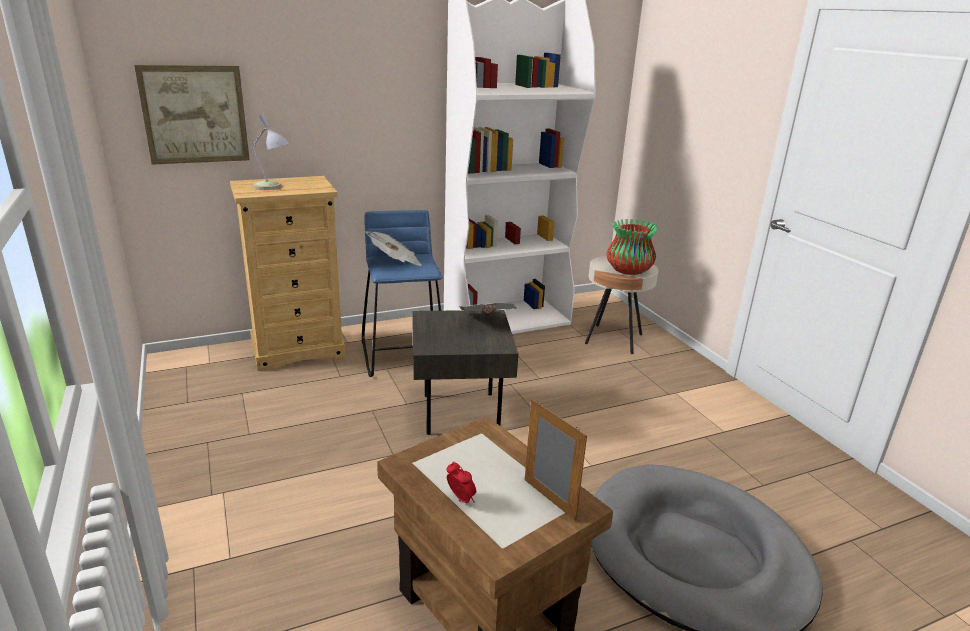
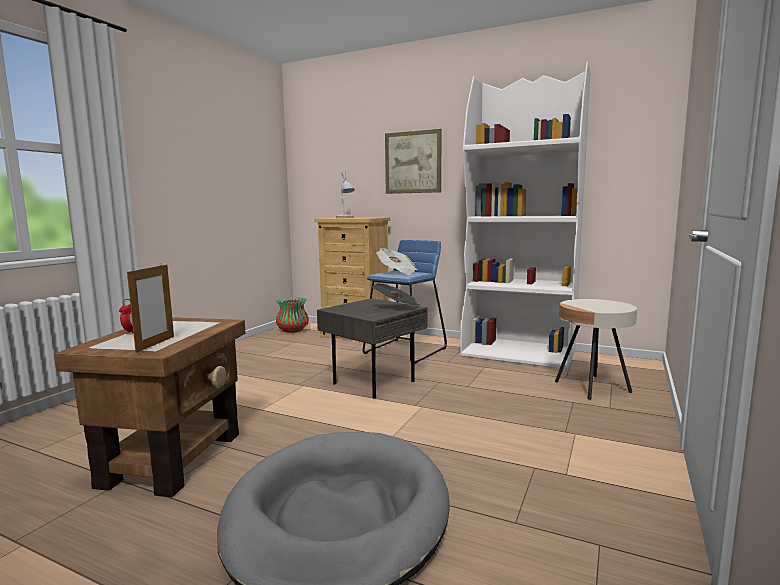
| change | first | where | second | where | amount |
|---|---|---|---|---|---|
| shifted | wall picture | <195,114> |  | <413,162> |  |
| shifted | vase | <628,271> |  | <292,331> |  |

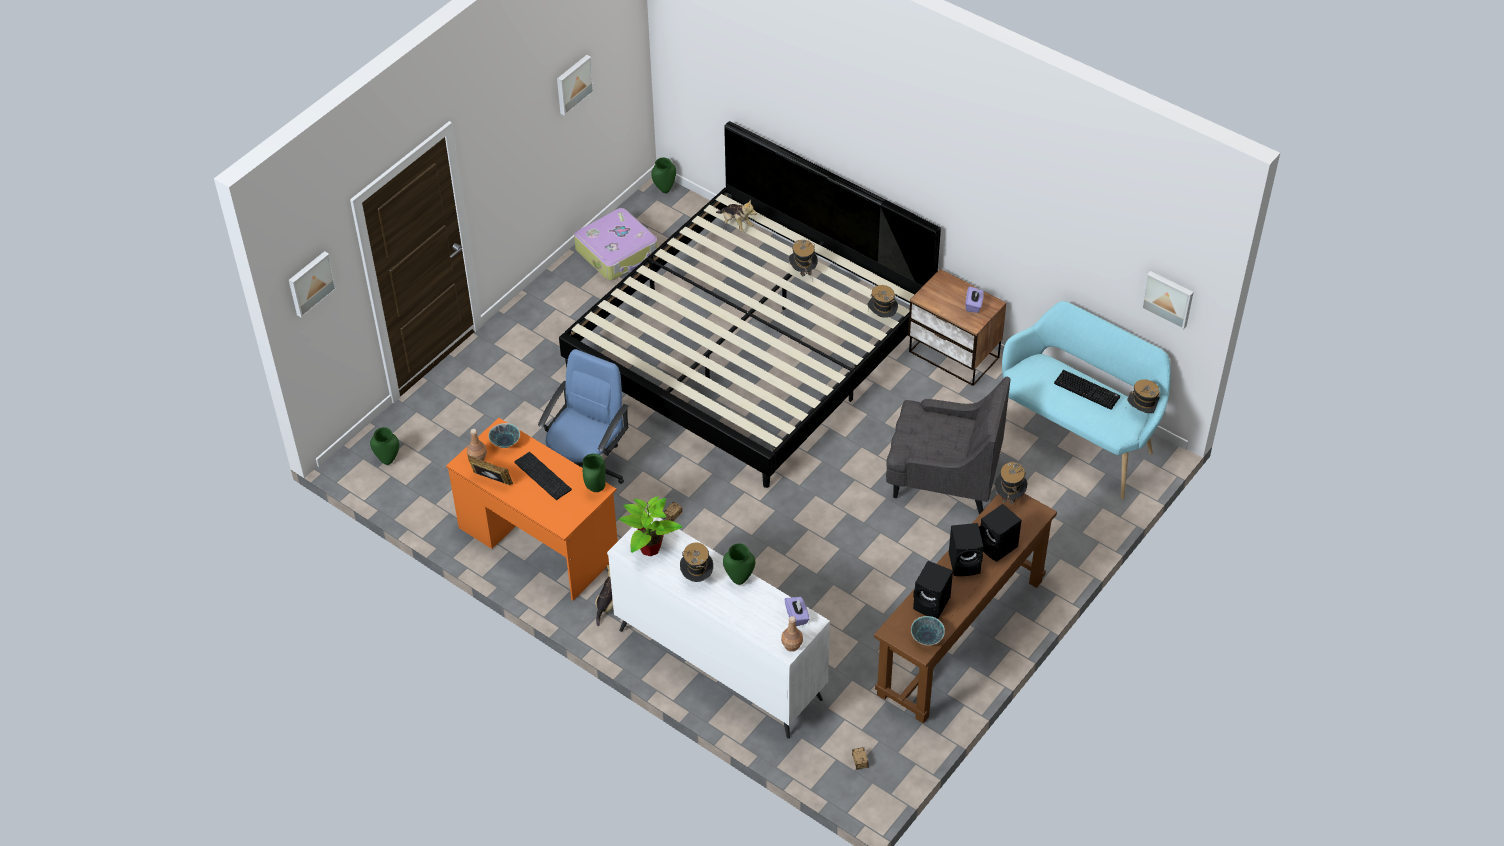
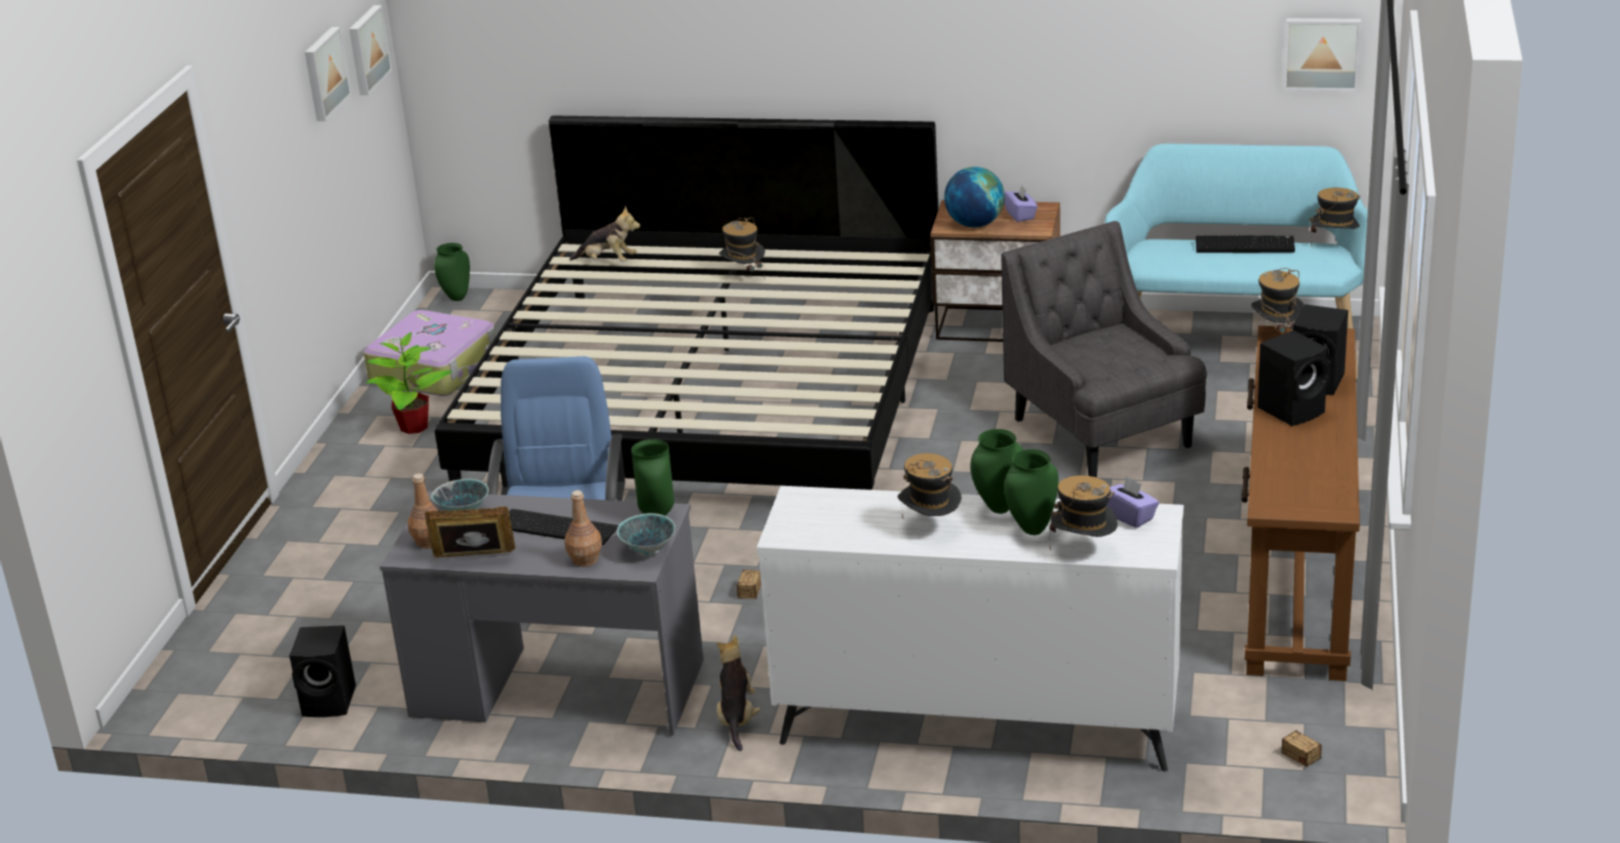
| change | first | where | second | where | amount |
|---|---|---|---|---|---|
| shifted | wall picture | <310,283> |  | <367,49> |  |
| shifted | green-coloured vase | <388,460> |  | <1031,529> |  |
| repainted | orange-coloured desk | <538,541> | grey desk | <557,688> |  |
| shifted | potted plant | <649,548> |  | <413,427> |  |
| shifted | brownish bottle | <792,645> |  | <585,559> |  |
| shifted | clothing hat | <882,317> |  | <1083,550> |  |
| rotated | grey lounge chair | <943,478> |  | <1104,434> | 105 degrees counterclockwise |
| shifted | deep dish | <927,638> |  | <648,550> |  |
| shifted | black loudspeaker | <932,604> |  | <331,701> |  |
| new |  |  | desk globe | <975,224> |  |

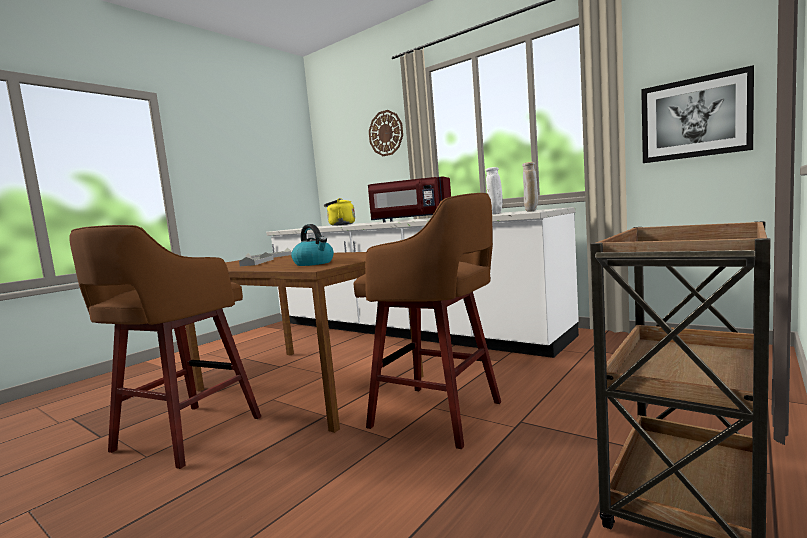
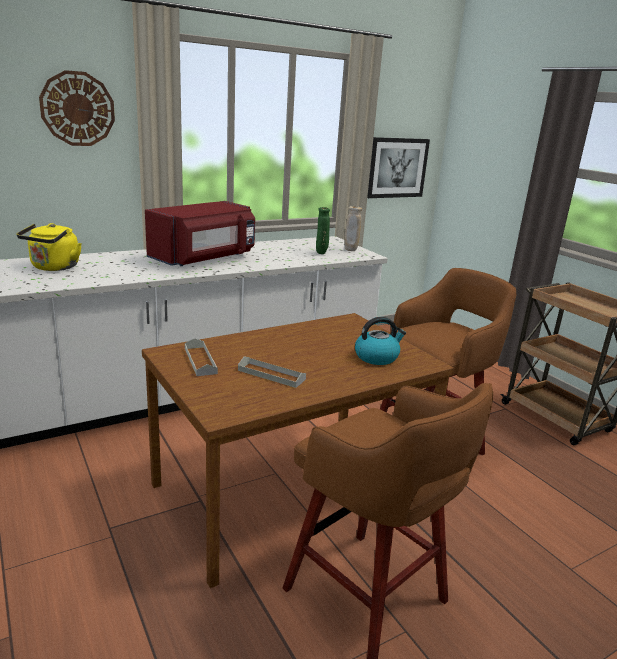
| change | first | where | second | where | amount |
|---|---|---|---|---|---|
| repainted | white-coloured vase | <495,214> | green-coloured vase | <321,253> |  |

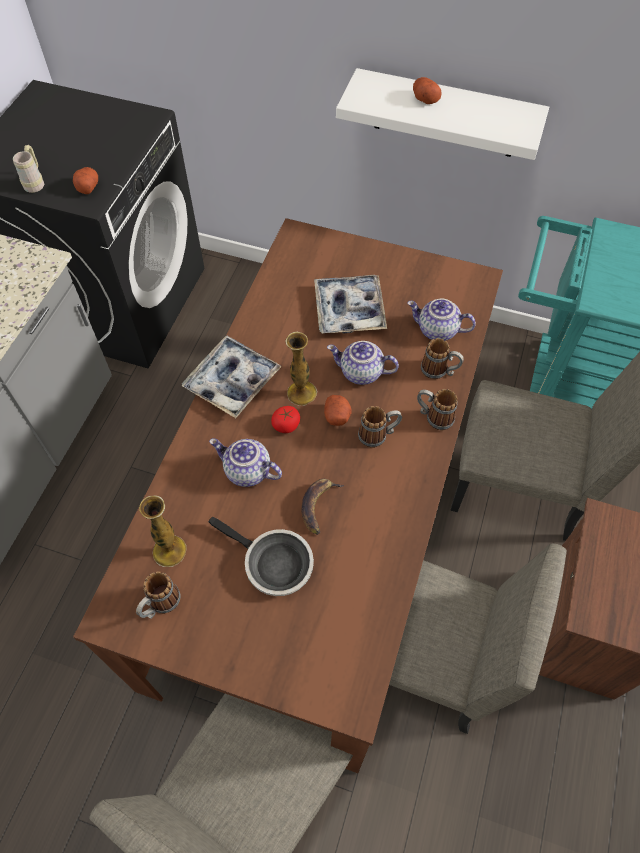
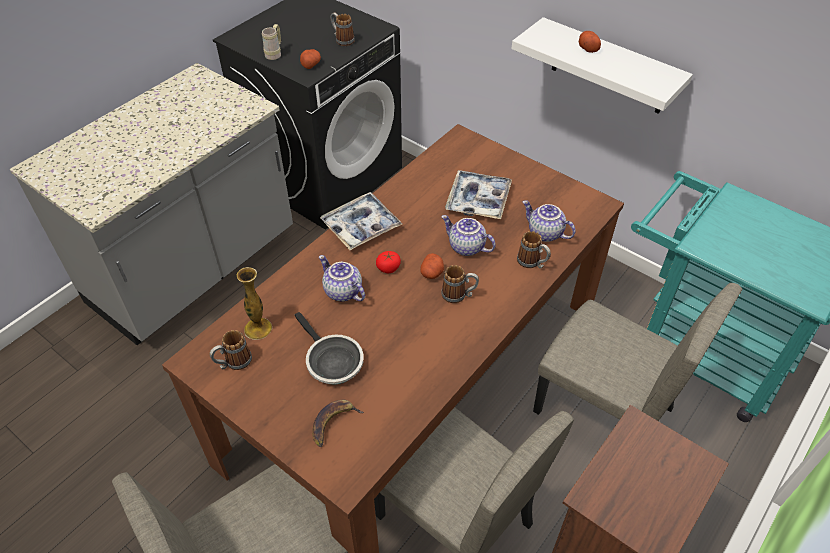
| change | first | where | second | where | amount |
|---|---|---|---|---|---|
| gone | vase | <301,393> |  |  |  |
| shifted | banana fruit | <318,505> |  | <333,423> |  |
| shifted | tea mug | <434,417> |  | <342,40> |  |

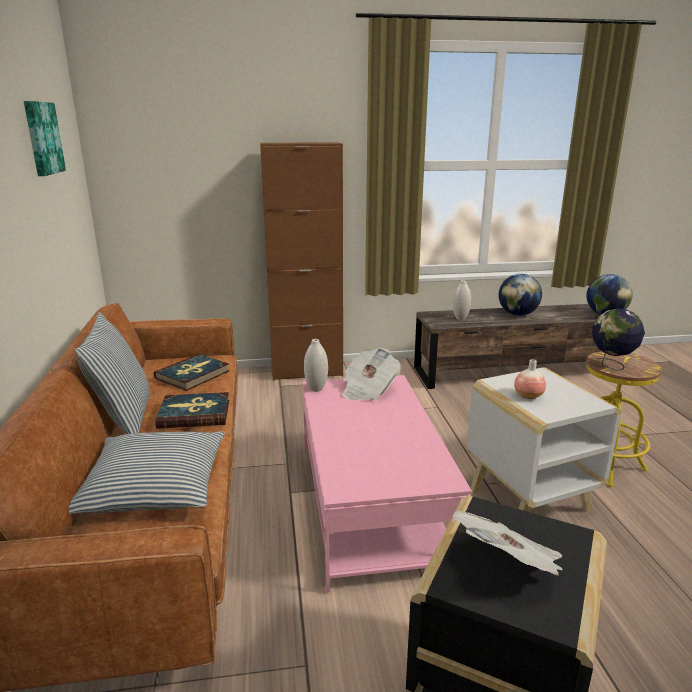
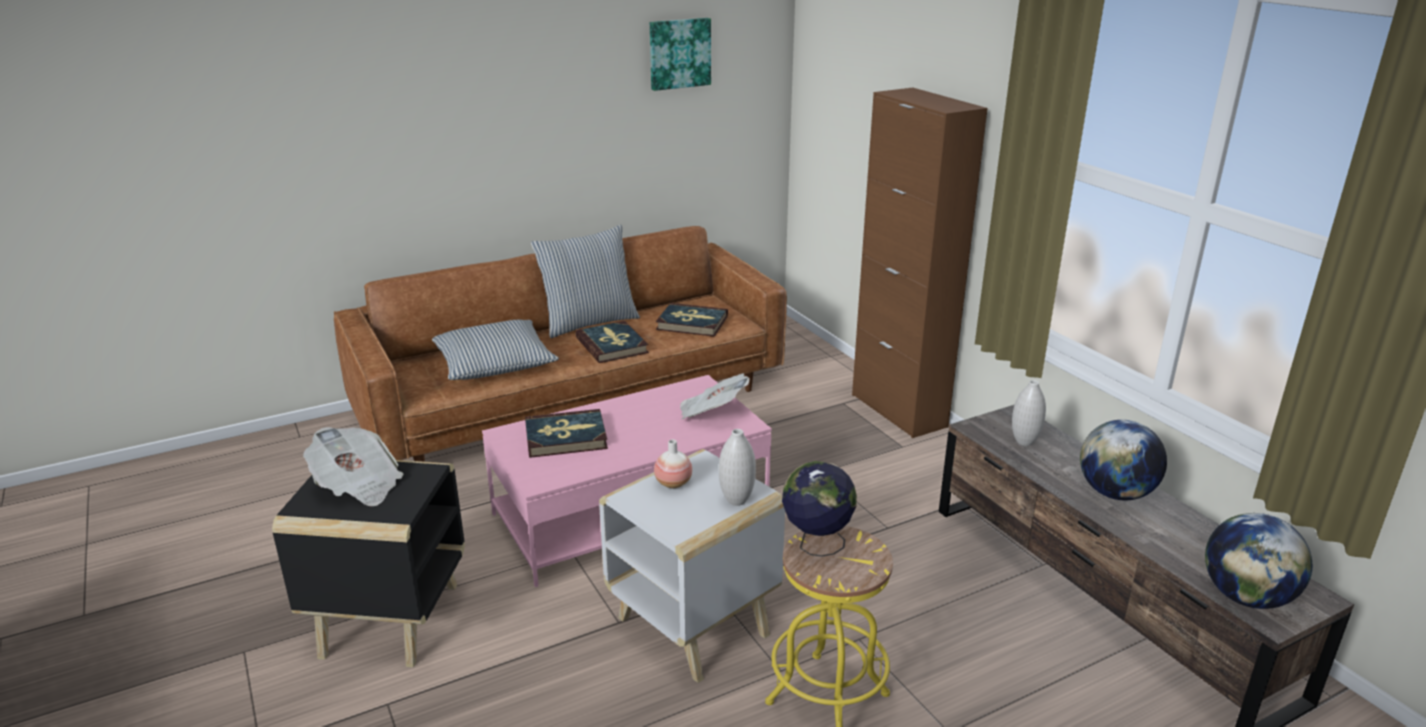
| change | first | where | second | where | amount |
|---|---|---|---|---|---|
| shifted | white-coloured vase | <316,389> |  | <736,501> |  |
| new |  |  | book | <566,437> |  |

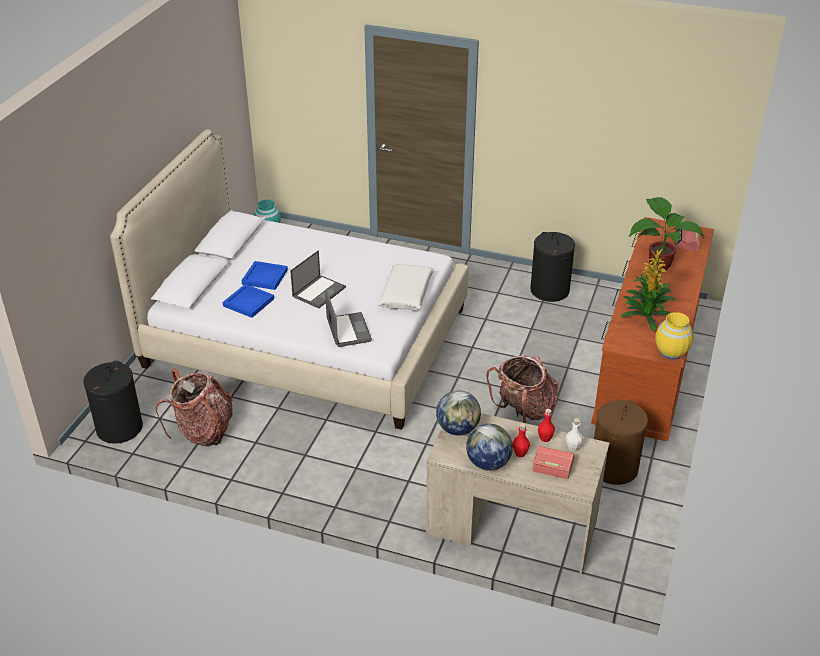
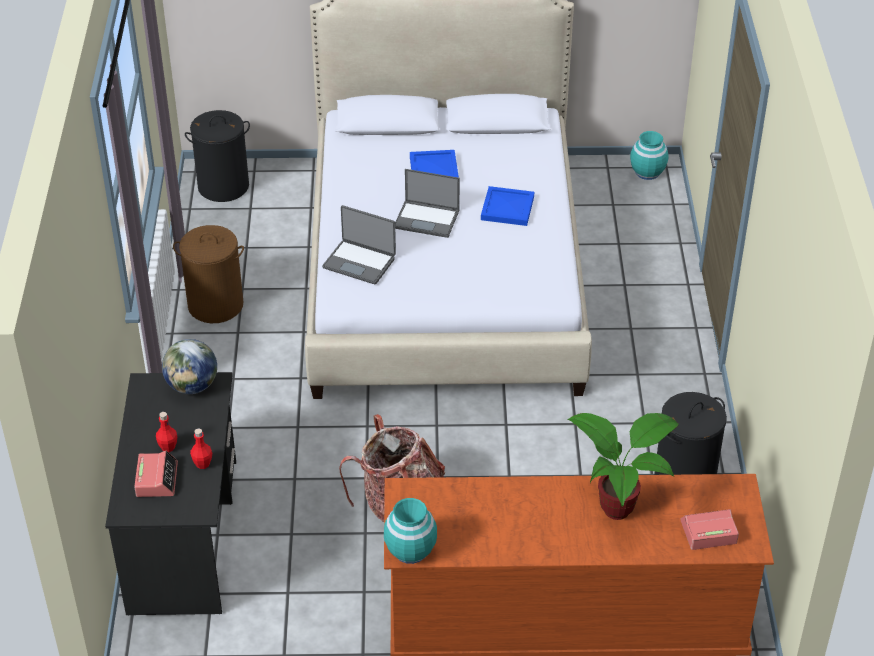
| change | first | where | second | where | amount |
|---|---|---|---|---|---|
| gone | knapsack | <203,431> |  |  |  |
| shifted | blue-coloured carrying tray | <248,303> |  | <506,208> |  |
| rotated | portable computer | <347,330> |  | <360,262> | 60 degrees clockwise |
| gone | white-coloured cushion | <406,294> |  |  |  |
| repainted | beige-coloured desk | <511,527> | black desk | <184,535> |  |
| gone | desk globe | <488,463> |  |  |  |
| gone | white-coloured bottle | <573,447> |  |  |  |
| shifted | brownish laundry basket | <614,468> |  | <215,305> |  |
| gone | potted plant | <646,315> |  |  |  |
| repainted | yellow vase | <671,351> | blue-green vase | <411,550> |  |

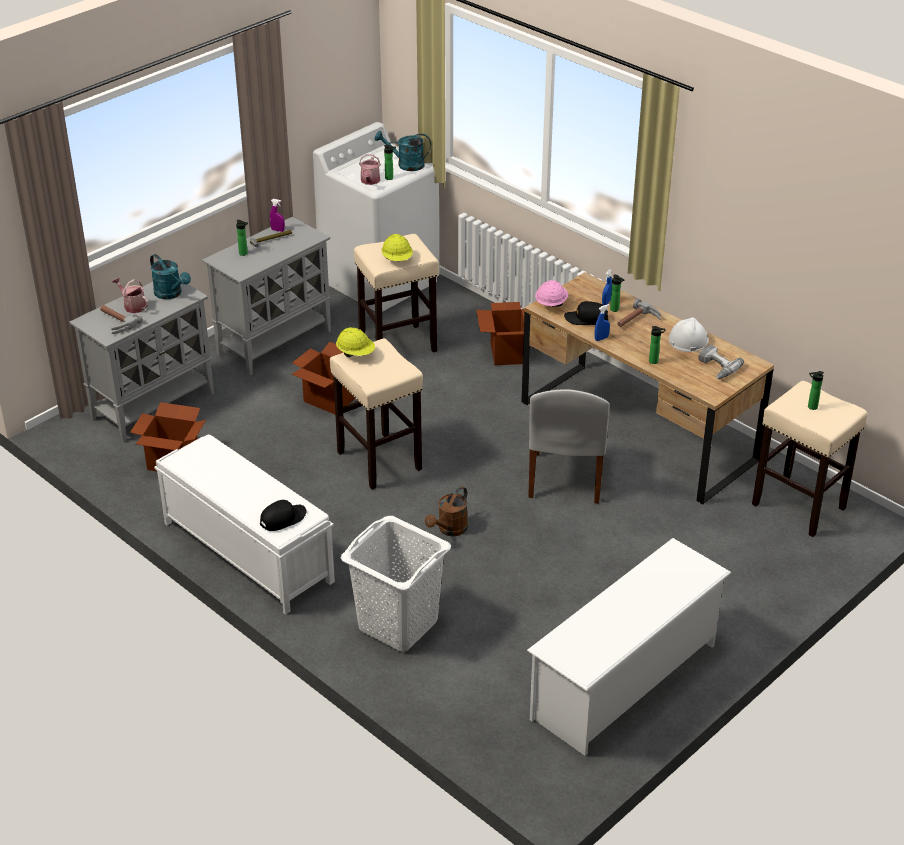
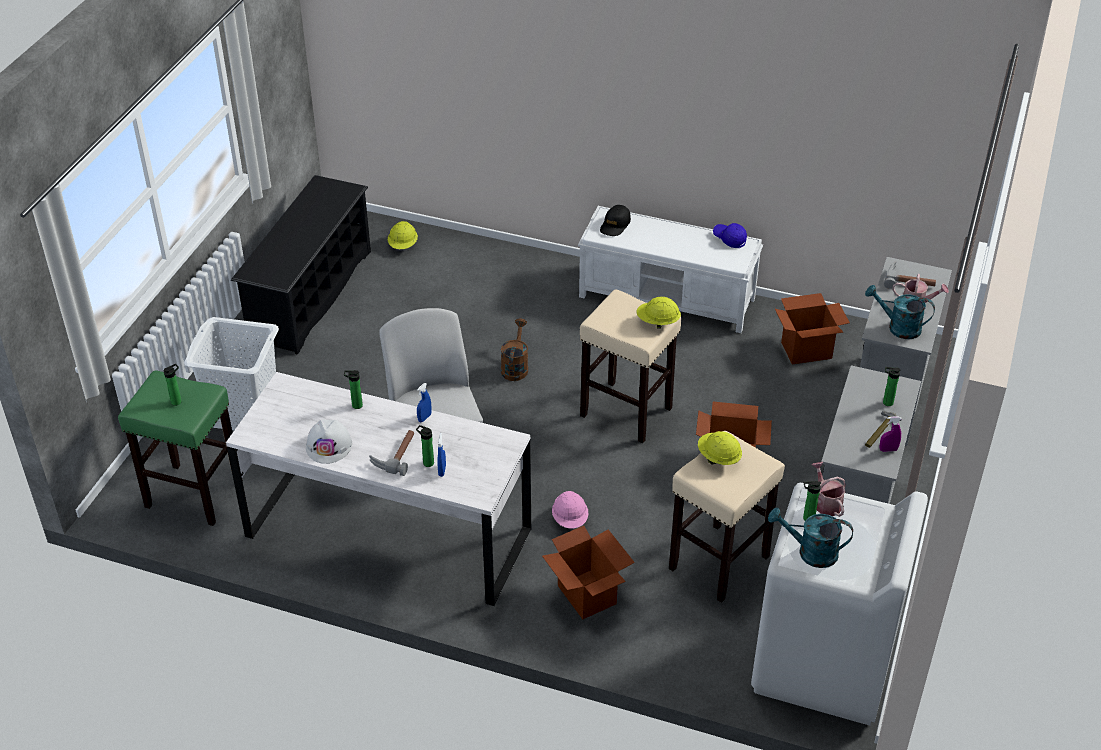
| change | first | where | second | where | amount |
|---|---|---|---|---|---|
| shifted | white-coloured laundry basket | <398,625> |  | <244,412> |  |
| rotated | blue-green watering pot | <405,165> |  | <810,552> | 150 degrees counterclockwise |
| repainted | brownish desk | <637,431> | white-coloured desk | <388,532> |  |
| repainted | white-coloured shoe rack | <625,681> | black shoe rack | <310,295> |  |
| shifted | pinkish work helmet | <551,304> |  | <570,519> |  |
| gone | black baseball cap | <586,319> |  |  |  |
| gone | electric drill | <715,368> |  |  |  |
| repainted | beige-coloured stool seat | <799,506> | green-coloured stool seat | <192,494> |  |
| new |  |  | yellow work helmet | <403,245> |  |
| new |  |  | blue-coloured baseball cap | <729,239> |  |

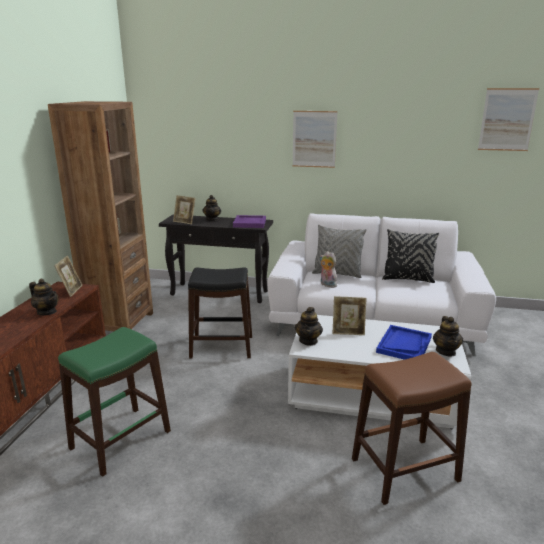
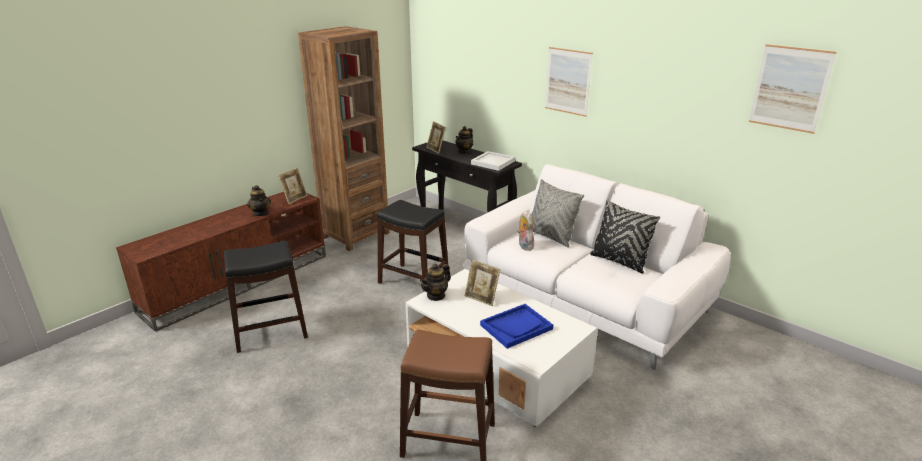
| change | first | where | second | where | amount |
|---|---|---|---|---|---|
| repainted | green-coloured stool seat | <121,440> | black stool seat | <271,331> |  |
| repainted | purple carrying tray | <249,223> | white-coloured carrying tray | <492,162> |  |
| gone | teapot | <446,351> |  |  |  |

